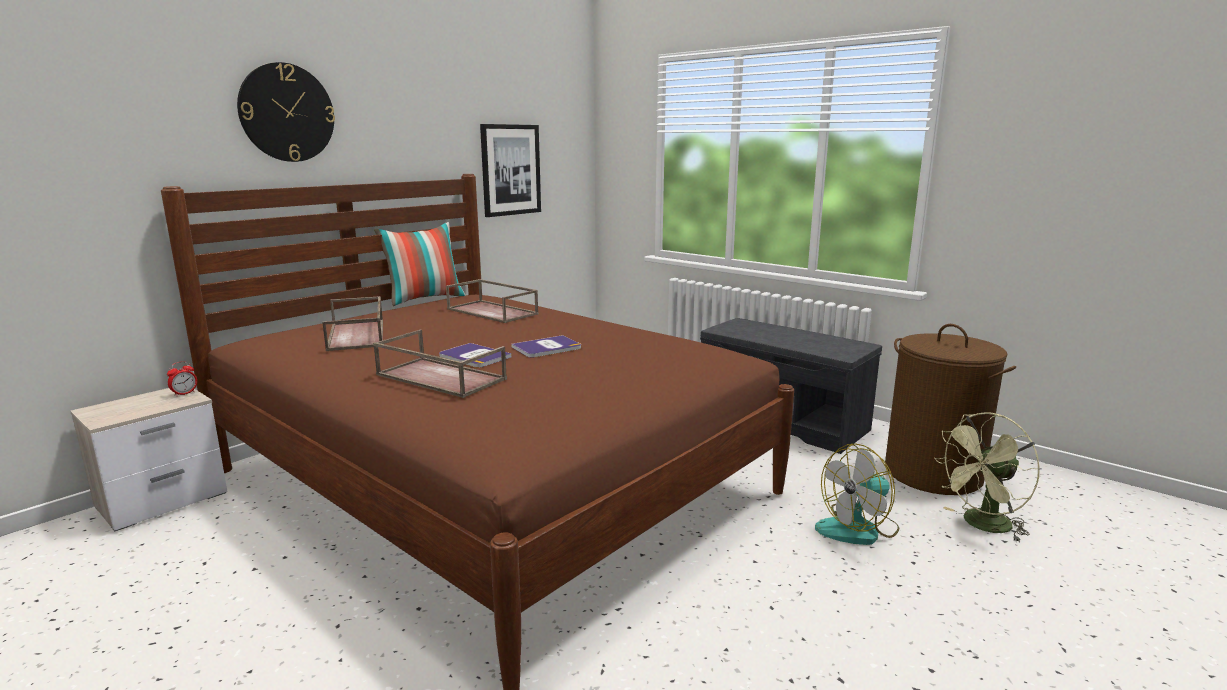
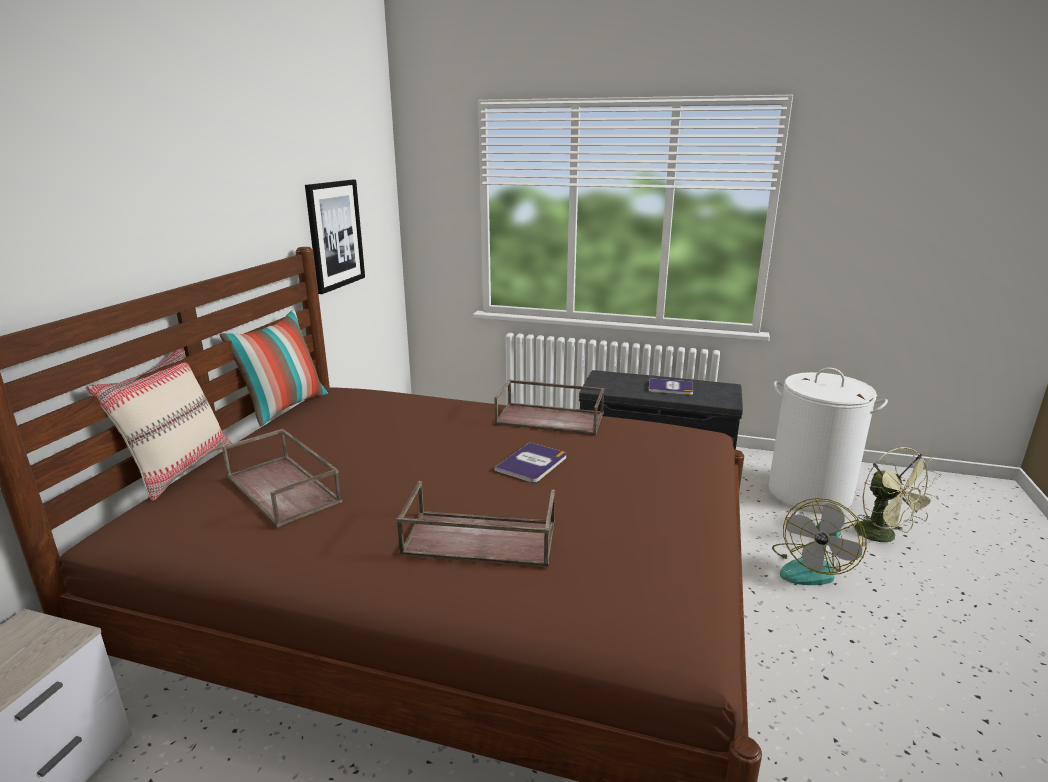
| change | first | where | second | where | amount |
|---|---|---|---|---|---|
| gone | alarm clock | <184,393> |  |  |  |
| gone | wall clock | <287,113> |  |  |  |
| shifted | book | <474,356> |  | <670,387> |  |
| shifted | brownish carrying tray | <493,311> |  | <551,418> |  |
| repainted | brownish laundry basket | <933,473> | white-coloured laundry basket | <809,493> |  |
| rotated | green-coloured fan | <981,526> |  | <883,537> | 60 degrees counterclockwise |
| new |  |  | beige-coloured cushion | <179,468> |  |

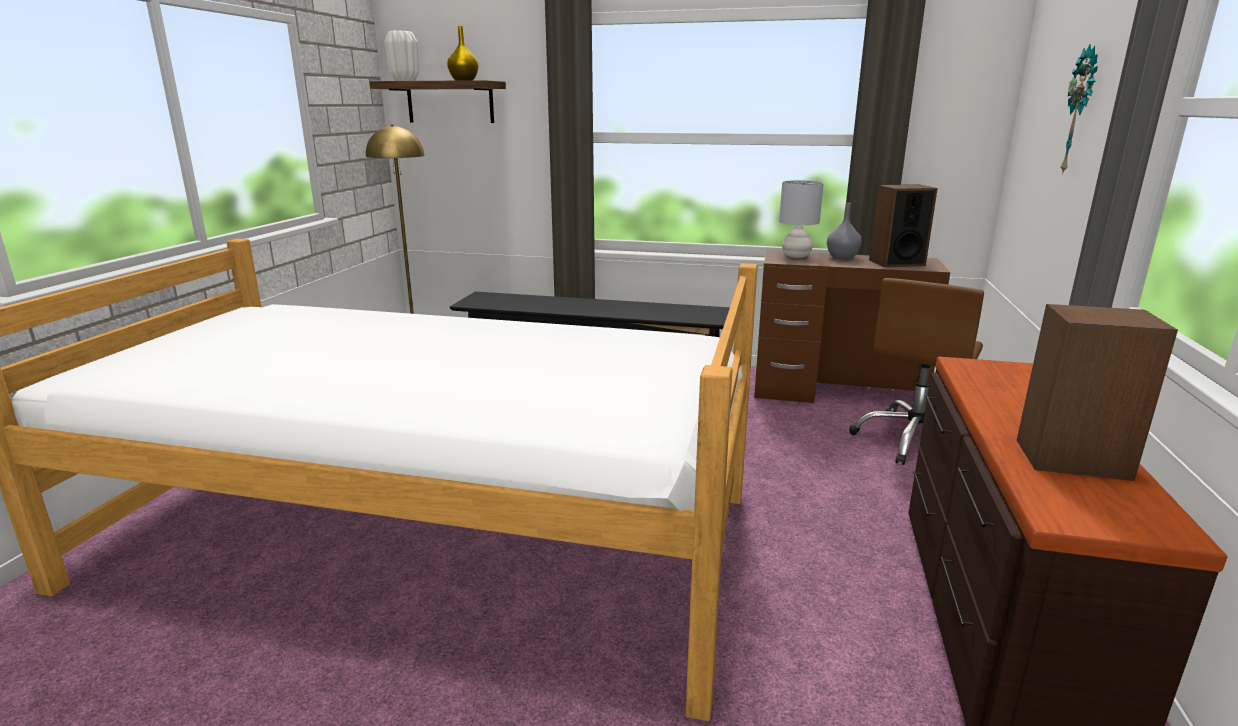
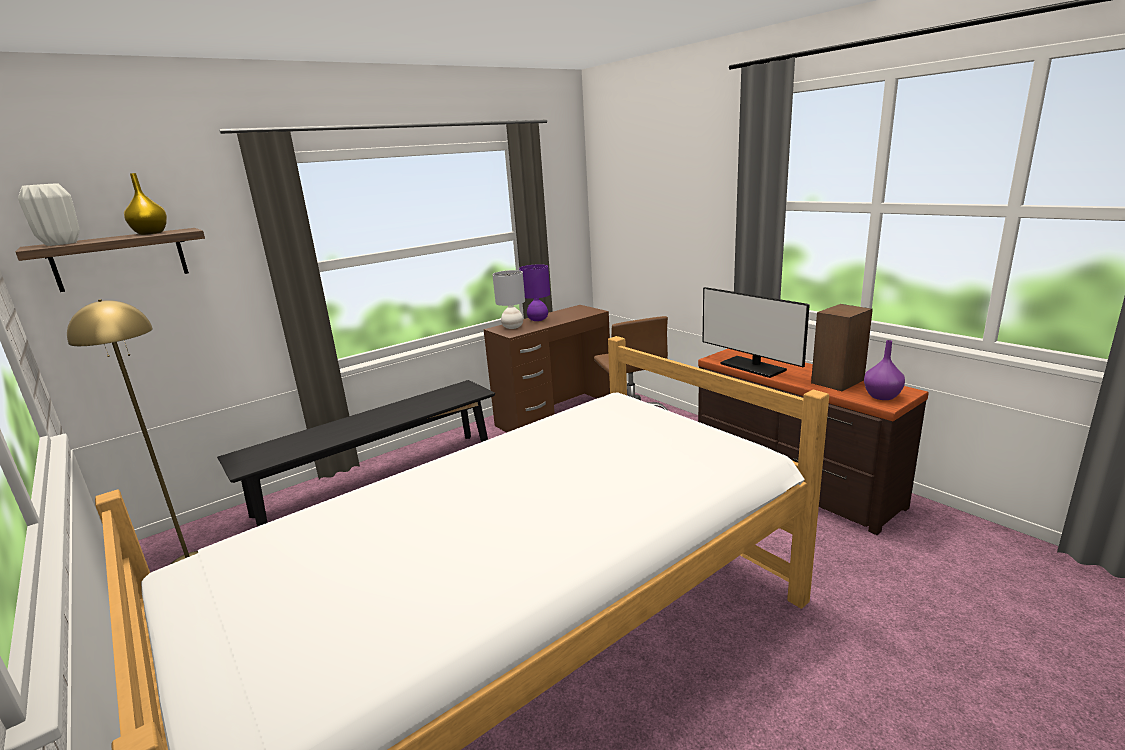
| change | first | where | second | where | amount |
|---|---|---|---|---|---|
| swapped | grey vase | <842,257> | purple tabletop lamp | <537,319> |  |
| gone | loudspeaker | <896,263> |  |  |  |
| gone | wall clock | <1081,111> |  |  |  |
| new |  |  | monitor | <752,367> |  |
| new |  |  | purple vase | <882,396> |  |

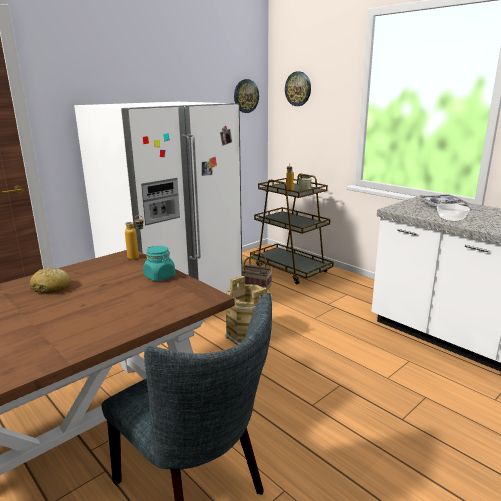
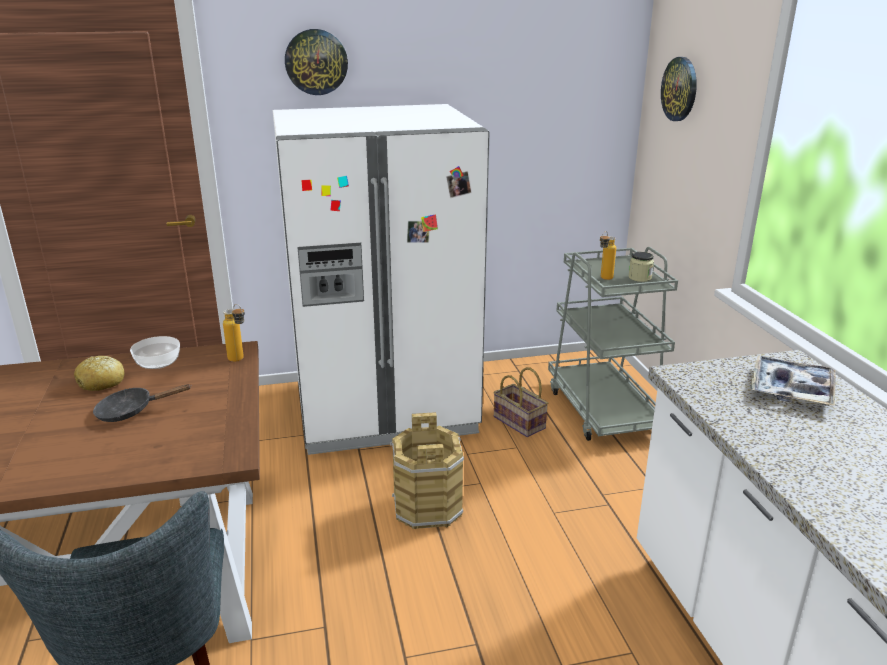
| change | first | where | second | where | amount |
|---|---|---|---|---|---|
| gone | blue-green preserve jar | <160,276> |  |  |  |
| shifted | wall clock | <246,96> |  | <316,62> |  |
| repainted | brownish trolley | <290,270> | grey trolley | <603,409> |  |
| shifted | deep dish | <452,219> |  | <158,363> |  |
| new |  |  | black pan | <131,411> |  |

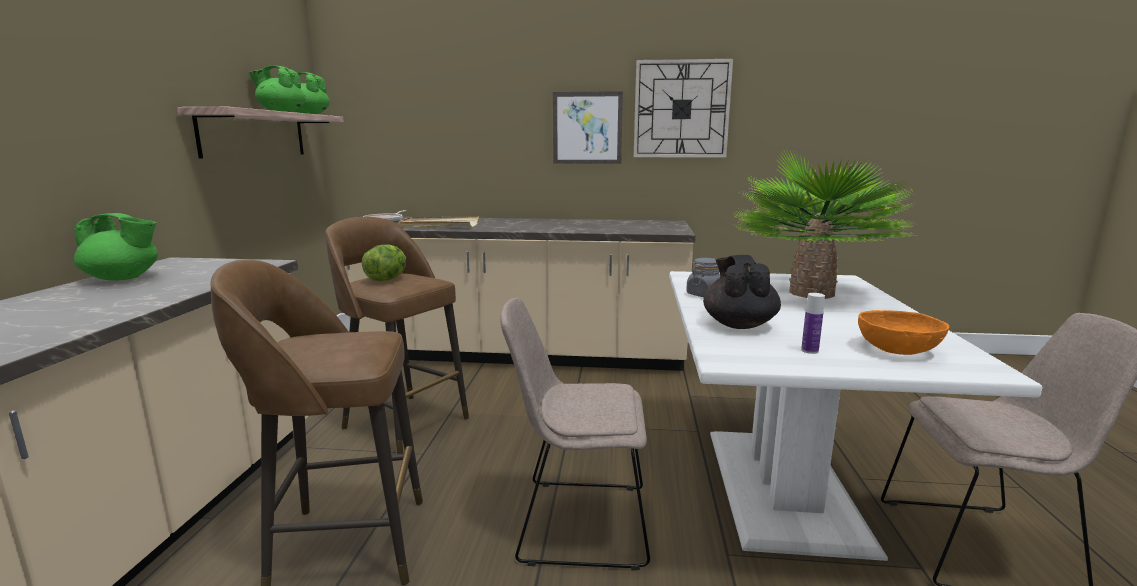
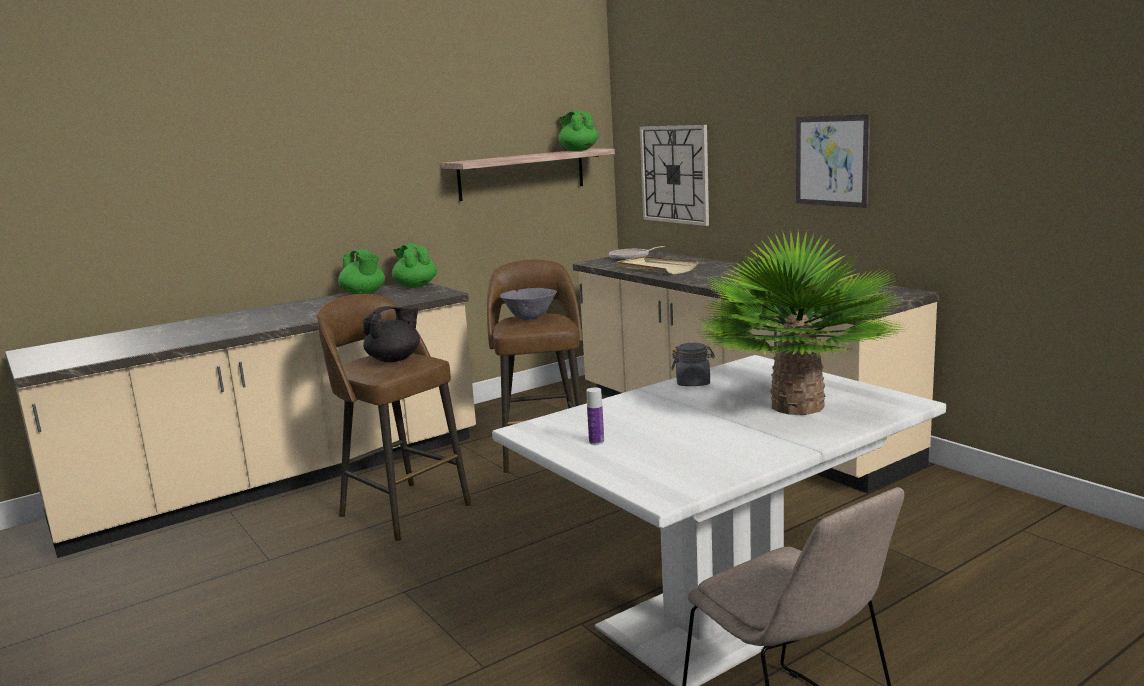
| change | first | where | second | where | amount |
|---|---|---|---|---|---|
| shifted | green-coloured teapot | <281,112> |  | <415,286> |  |
| swapped | head of lettuce | <387,279> | grey deep dish | <529,319> |  |
| gone | beige-coloured chair | <577,522> |  |  |  |
| shifted | wall clock | <681,109> |  | <674,174> |  |
| shifted | black teapot | <738,324> |  | <395,359> |  |
| gone | orange-coloured deep dish | <897,350> |  |  |  |

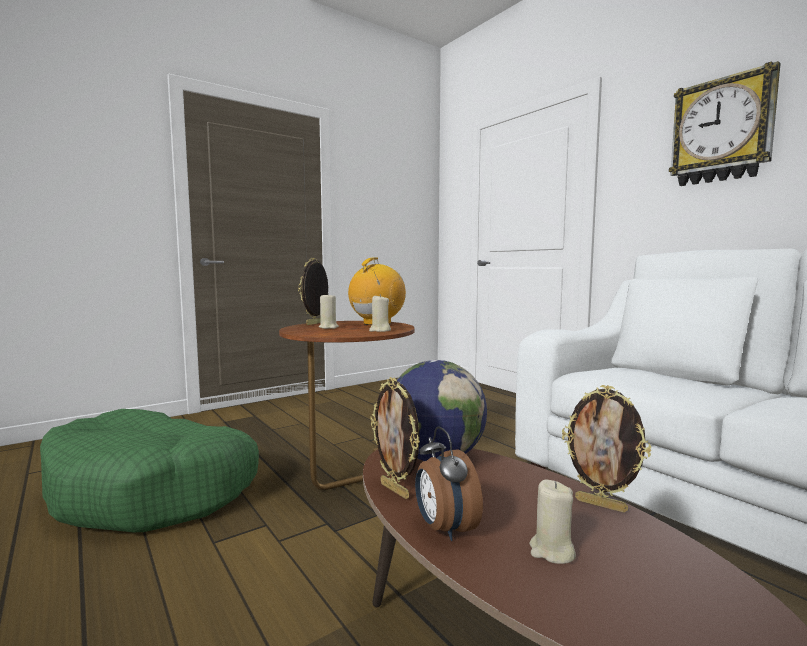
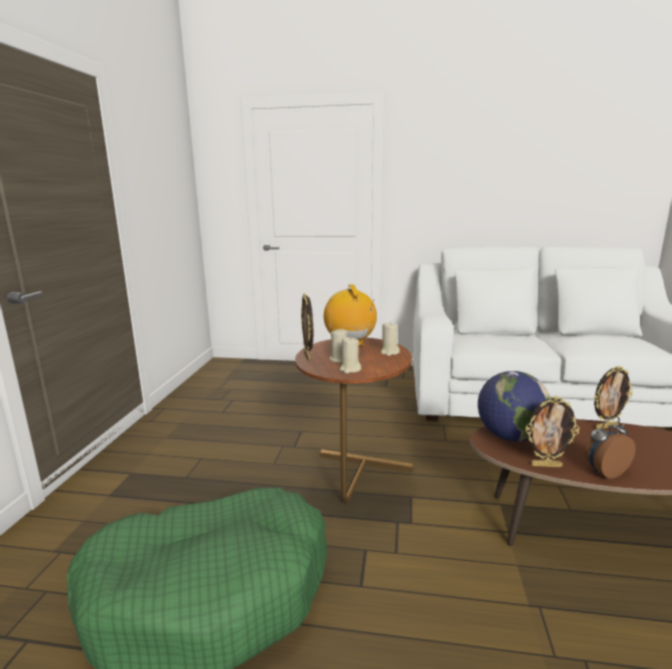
| change | first | where | second | where | amount |
|---|---|---|---|---|---|
| rotated | alarm clock | <444,529> |  | <604,471> | 135 degrees clockwise |
| shifted | beige-coloured candle | <552,551> |  | <350,369> |  |
| gone | wall clock | <722,130> |  |  |  |

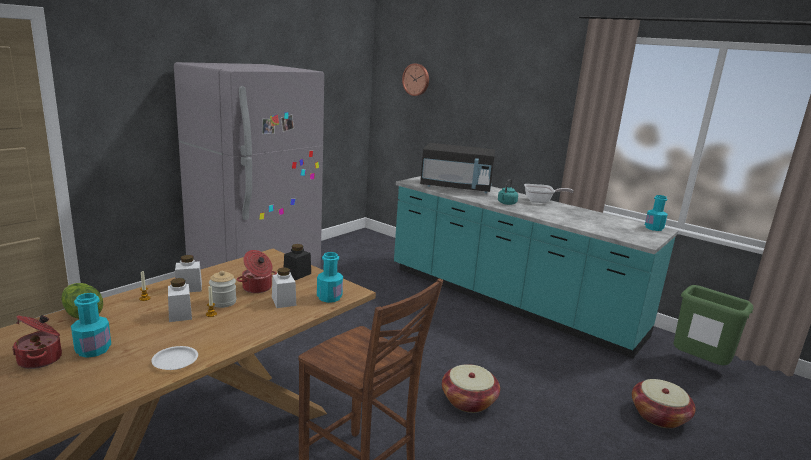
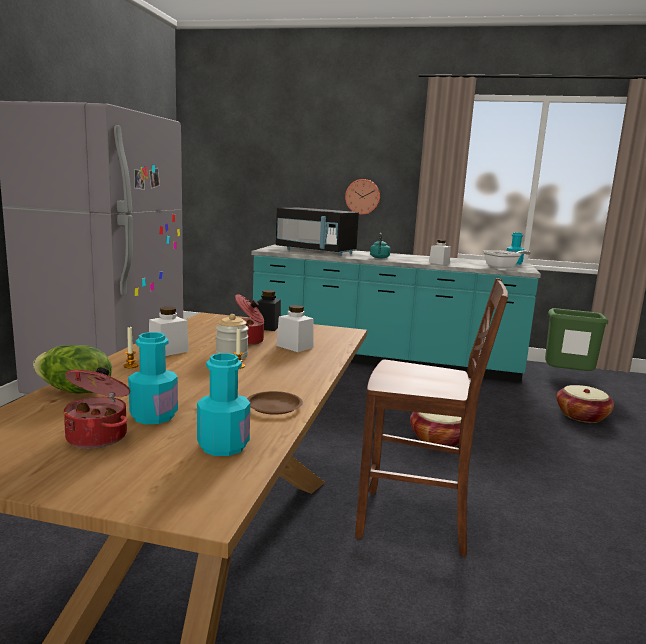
| change | first | where | second | where | amount |
|---|---|---|---|---|---|
| repainted | white-coloured dinner plate | <175,361> | brownish dinner plate | <273,406> |  |
| shifted | white-coloured preserve jar | <180,314> |  | <439,263> |  |
| shifted | blue-green bottle | <329,297> |  | <223,446> |  |
| shifted | wall clock | <416,79> |  | <362,196> |  |
| rotated | black microwave oven | <456,187> |  | <316,251> | 45 degrees clockwise |
| shifted | pan | <541,201> |  | <503,267> |  |

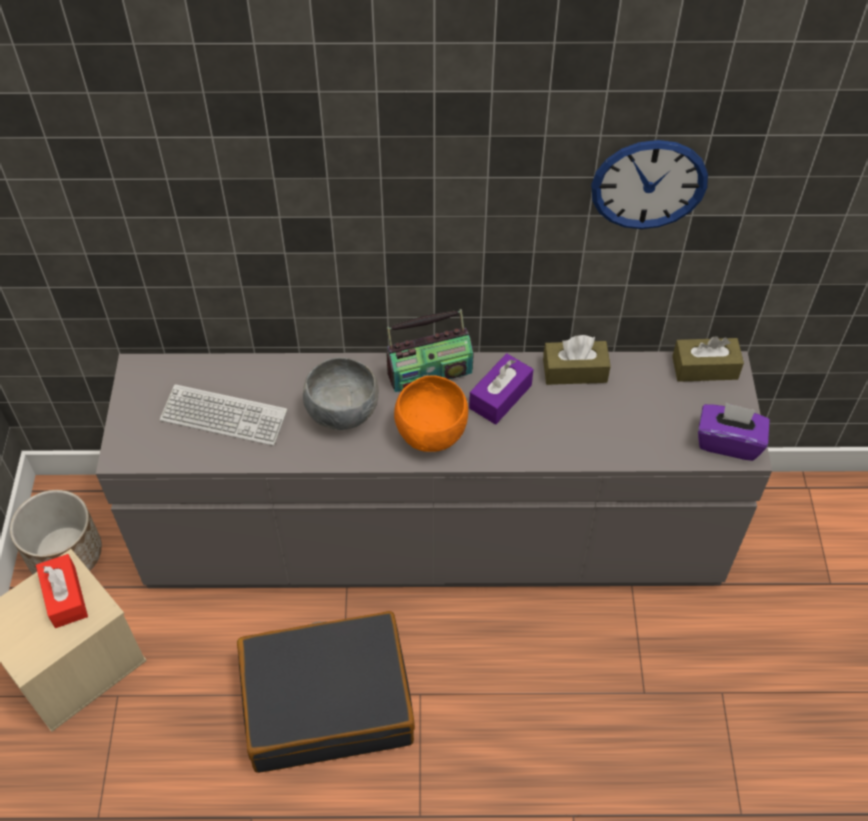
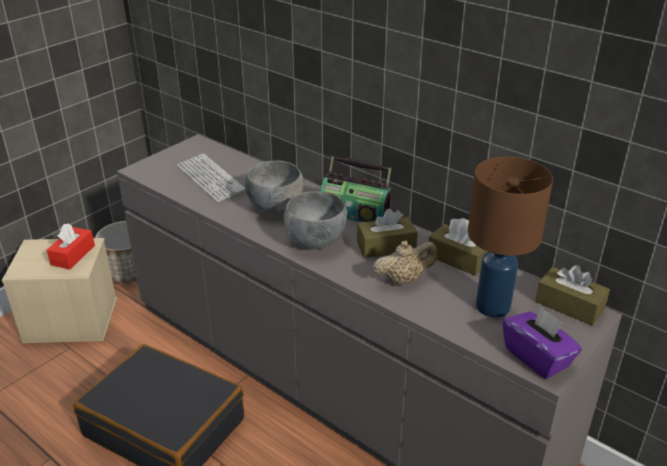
| change | first | where | second | where | amount |
|---|---|---|---|---|---|
| repainted | orange-coloured deep dish | <430,434> | grey deep dish | <314,242> |  |
| repainted | purple tissue box | <500,396> | brownish tissue box | <386,246> |  |
| gone | wall clock | <649,184> |  |  |  |
| new |  |  | beige-coloured teapot | <403,280> |  |
| new |  |  | brownish tabletop lamp | <492,307> |  |

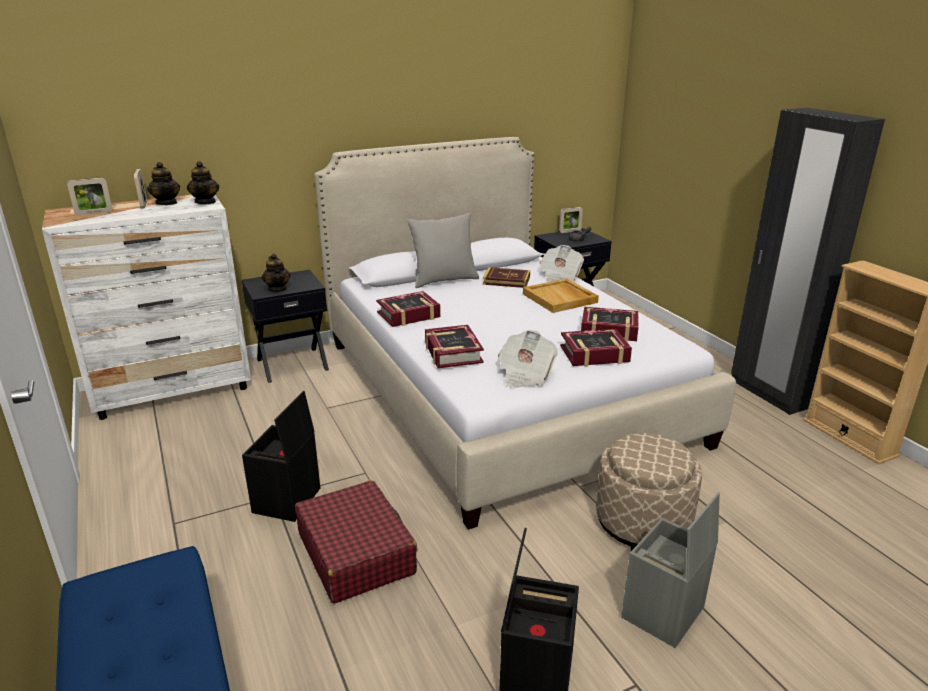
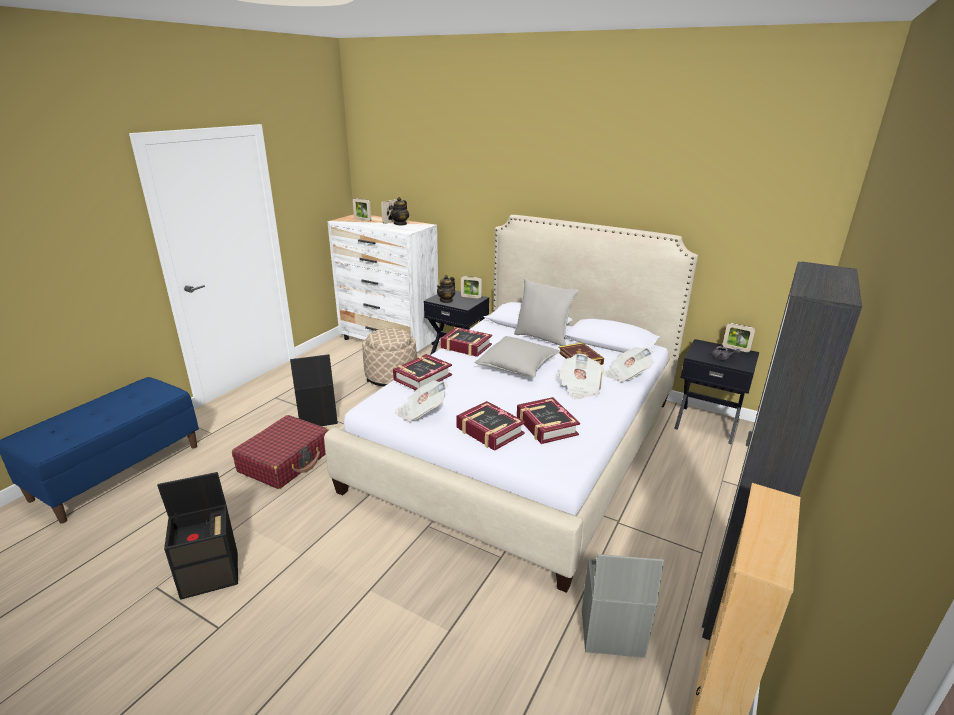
| change | first | where | second | where | amount |
|---|---|---|---|---|---|
| gone | teapot | <205,202> |  |  |  |
| swapped | beige-coloured carrying tray | <560,298> | daily paper | <580,388> |  |
| shifted | beige-coloured footrest | <642,523> |  | <391,377> |  |
| shifted | grey storage box | <663,614> |  | <610,633> |  |
| new |  |  | picture frame | <471,297> |  |
| new |  |  | grey cushion | <517,366> |  |

